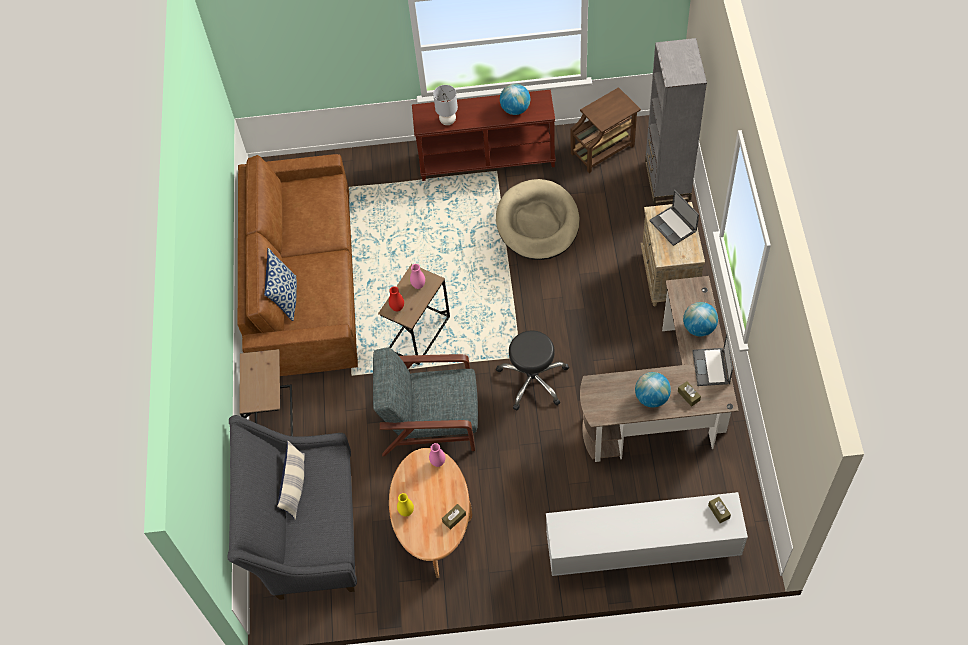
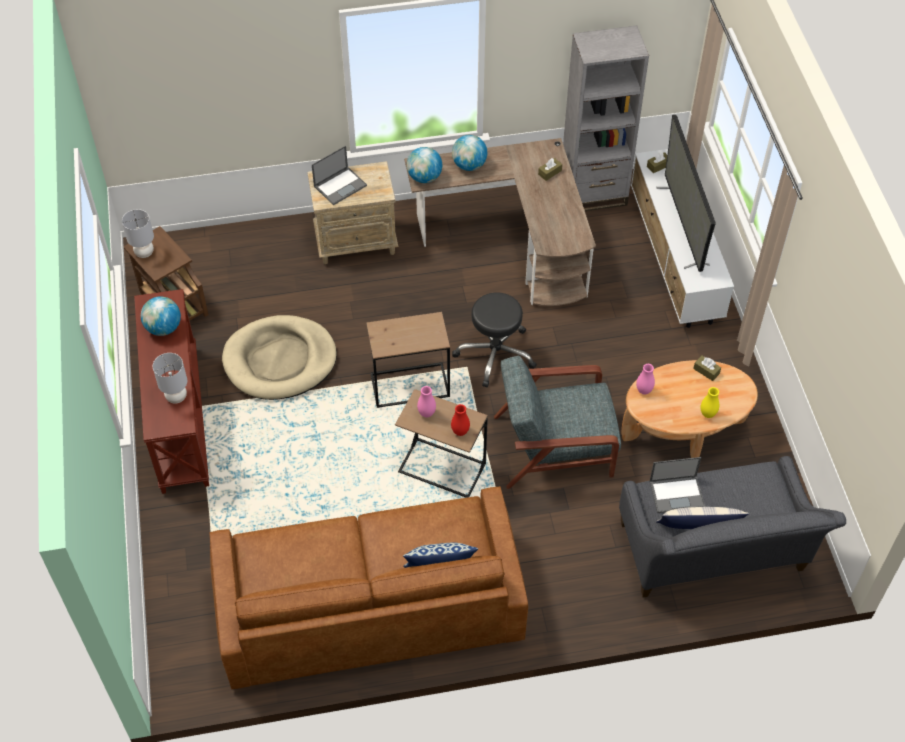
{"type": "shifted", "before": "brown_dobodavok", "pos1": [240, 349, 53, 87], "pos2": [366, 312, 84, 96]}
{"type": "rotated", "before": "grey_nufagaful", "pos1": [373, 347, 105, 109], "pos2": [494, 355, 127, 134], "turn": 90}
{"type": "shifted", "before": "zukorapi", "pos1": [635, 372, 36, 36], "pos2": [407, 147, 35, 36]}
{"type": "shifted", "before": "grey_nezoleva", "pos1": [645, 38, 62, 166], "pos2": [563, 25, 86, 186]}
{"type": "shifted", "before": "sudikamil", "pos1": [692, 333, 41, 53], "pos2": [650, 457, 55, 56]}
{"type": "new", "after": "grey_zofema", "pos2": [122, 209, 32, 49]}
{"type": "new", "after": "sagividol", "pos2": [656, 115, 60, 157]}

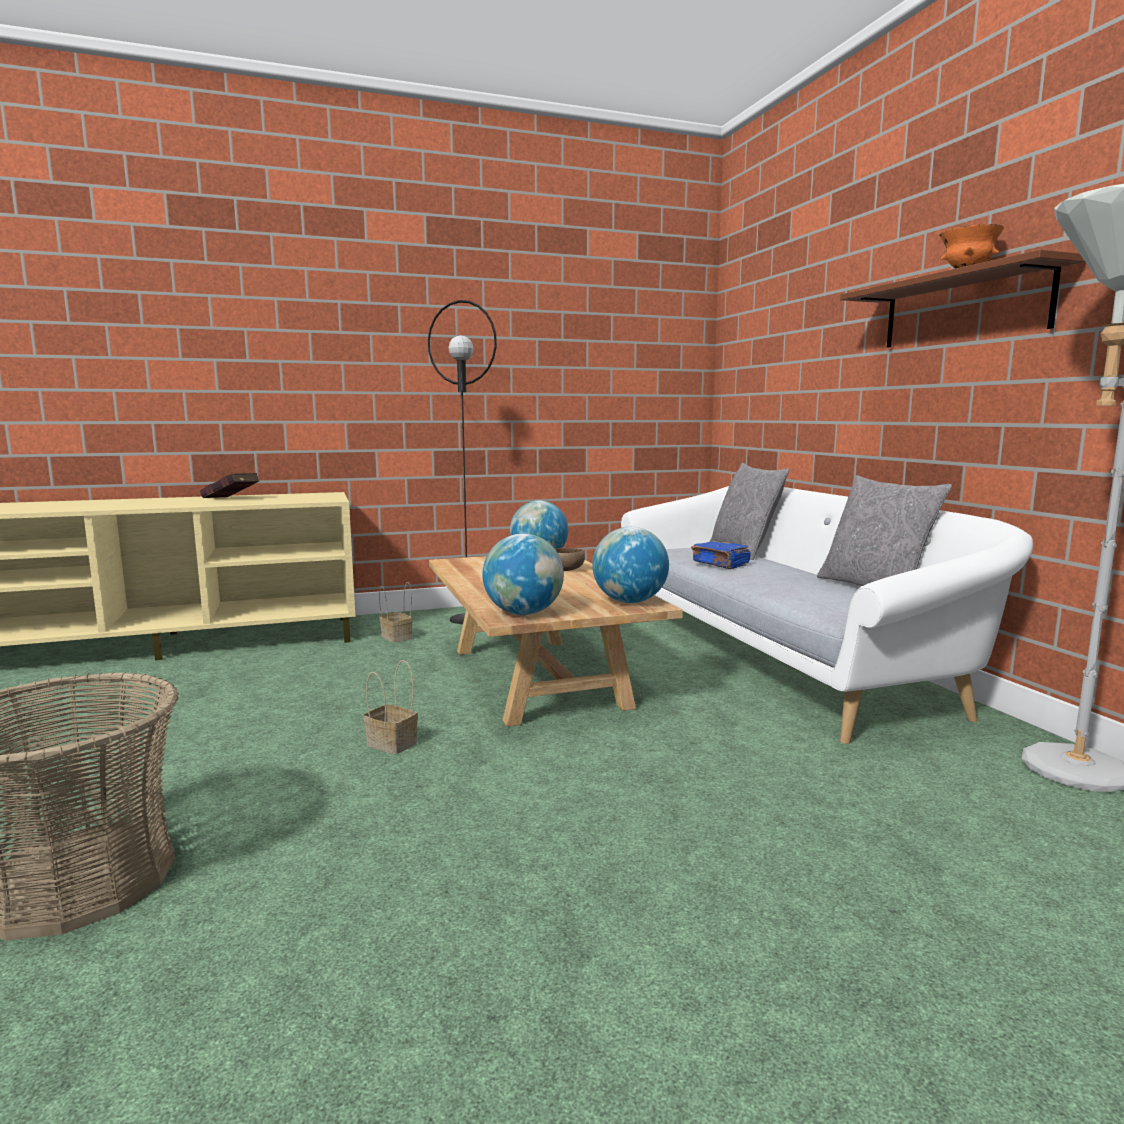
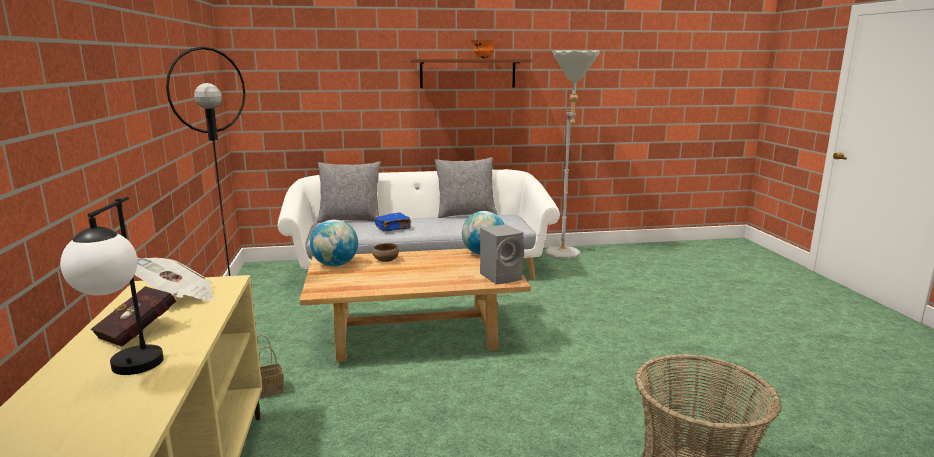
{"type": "gone", "before": "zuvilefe", "pos1": [363, 660, 55, 94]}
{"type": "swapped", "before": "zukorapi", "after": "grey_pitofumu", "pos1": [482, 534, 82, 81], "pos2": [480, 224, 44, 60]}
{"type": "new", "after": "zofema", "pos2": [60, 196, 104, 179]}
{"type": "new", "after": "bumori", "pos2": [135, 258, 79, 43]}

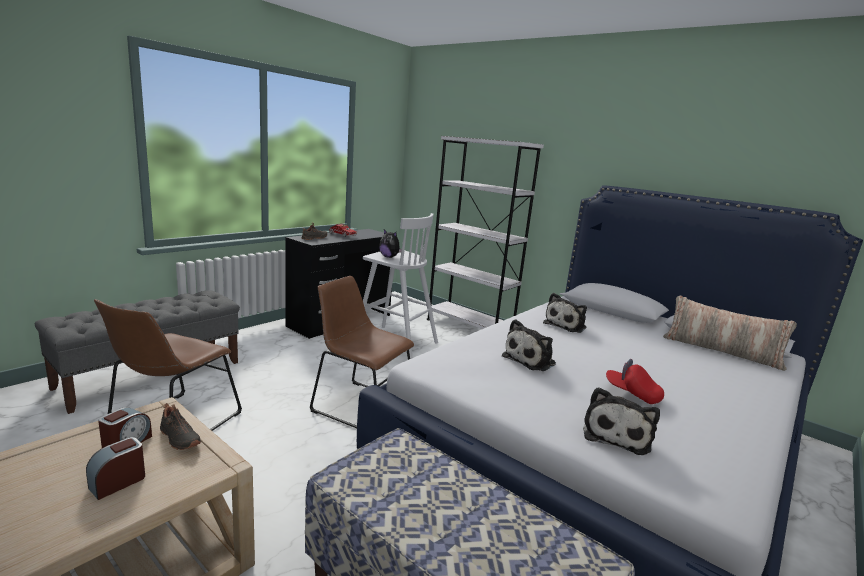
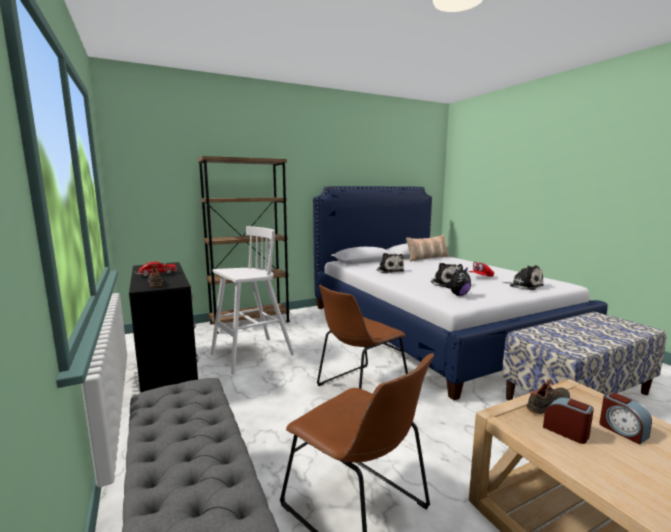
{"type": "shifted", "before": "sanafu", "pos1": [379, 229, 23, 29], "pos2": [445, 267, 26, 29]}
{"type": "repainted", "before": "white_nezoleva", "after": "brown_nezoleva", "pos1": [427, 136, 117, 193], "pos2": [197, 156, 93, 178]}

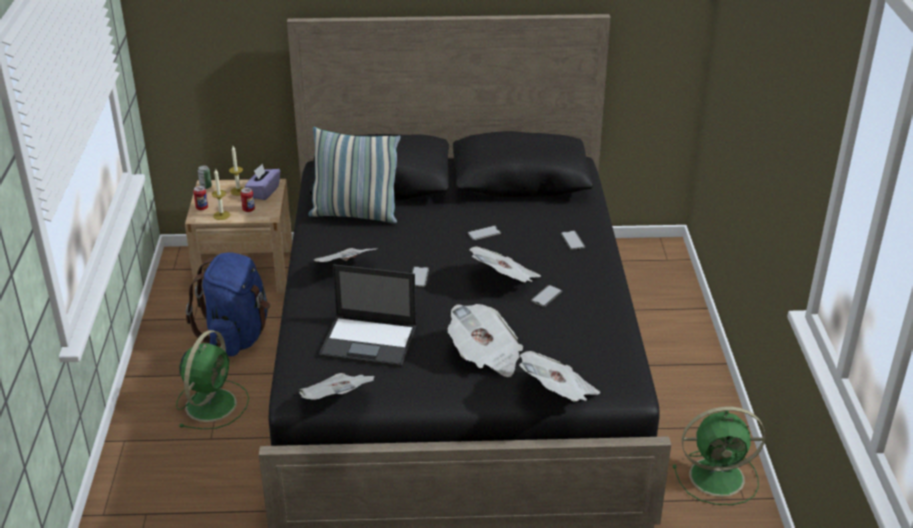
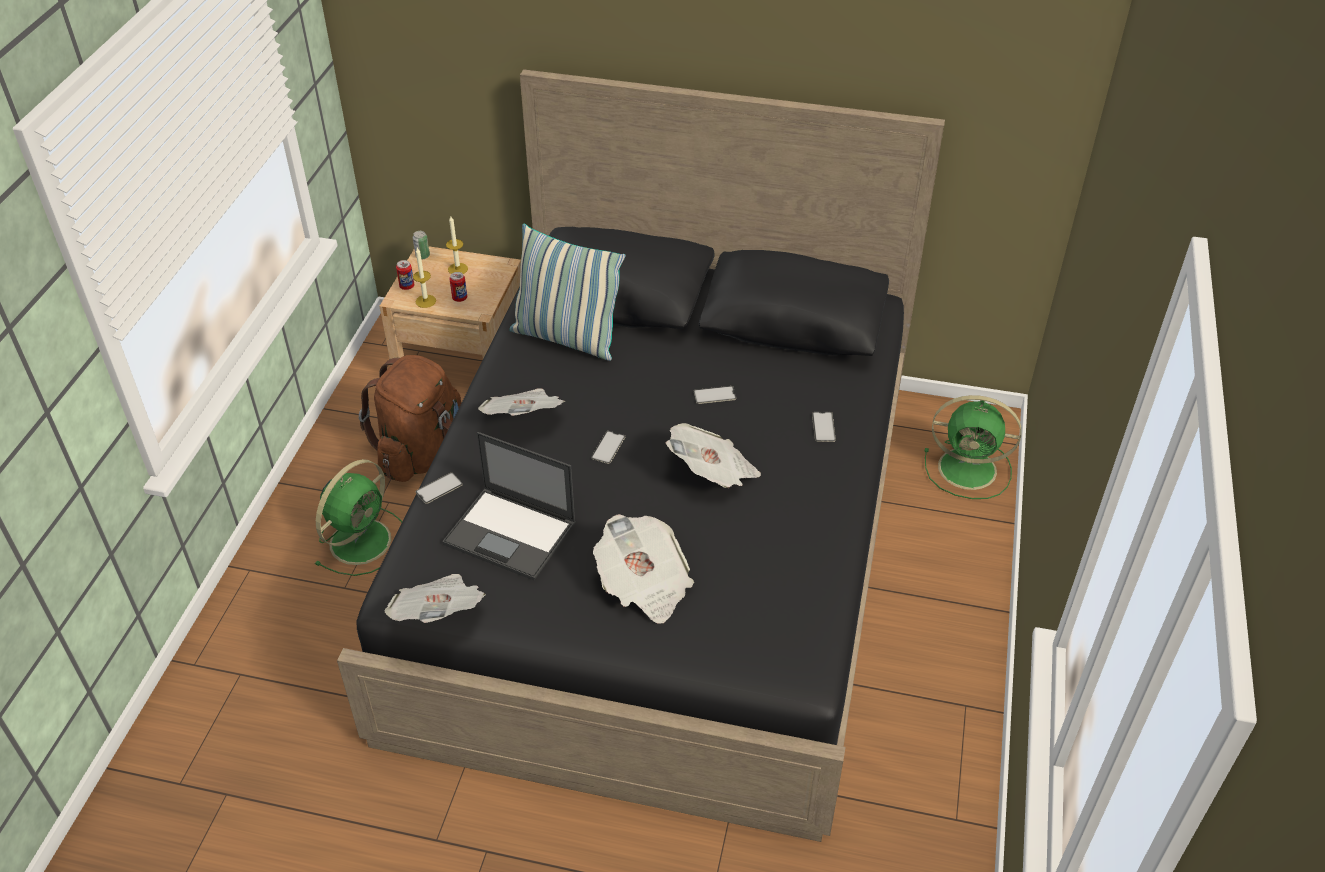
{"type": "repainted", "before": "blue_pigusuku", "after": "brown_pigusuku", "pos1": [186, 252, 85, 104], "pos2": [359, 355, 102, 127]}
{"type": "gone", "before": "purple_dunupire", "pos1": [245, 164, 35, 36]}
{"type": "gone", "before": "bumori", "pos1": [519, 351, 81, 51]}
{"type": "shifted", "before": "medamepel", "pos1": [531, 285, 31, 22], "pos2": [415, 472, 48, 32]}
{"type": "shifted", "before": "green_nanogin", "pos1": [673, 407, 92, 98], "pos2": [925, 395, 97, 104]}

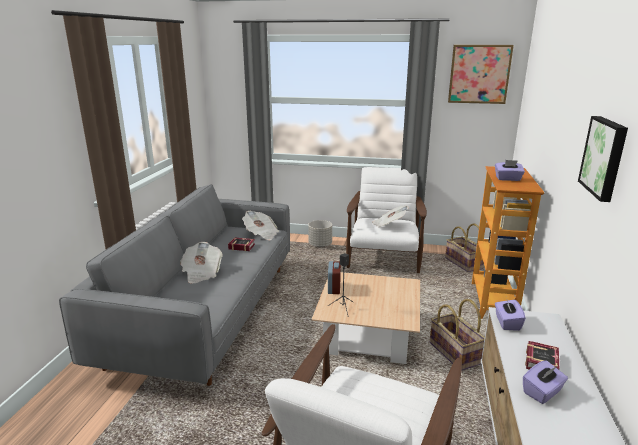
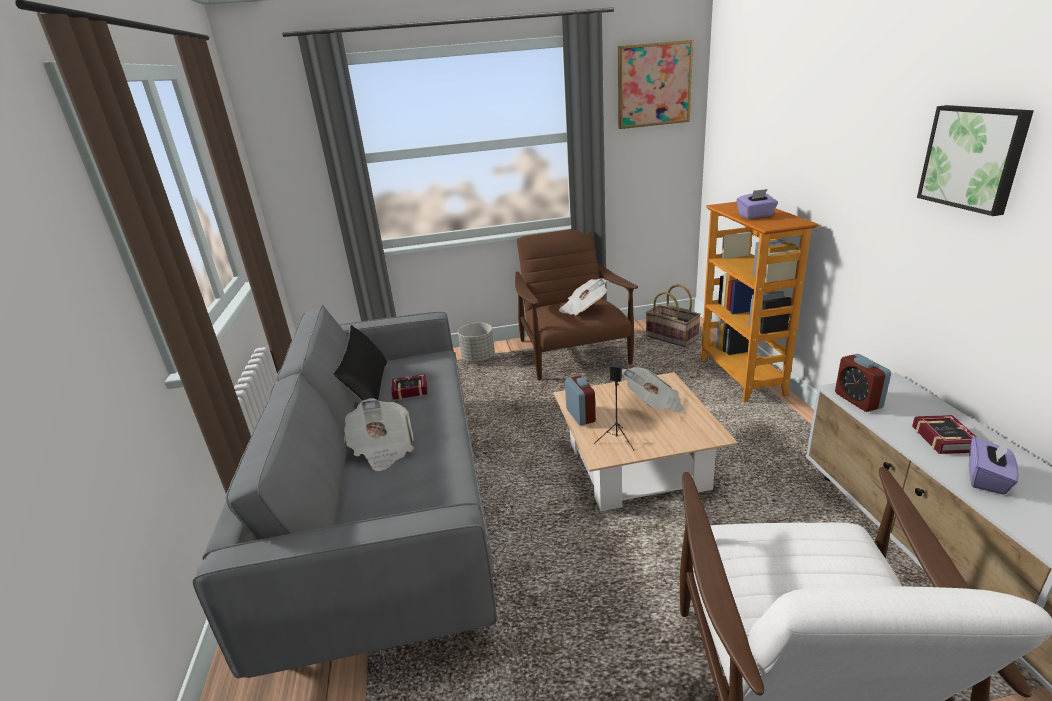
{"type": "shifted", "before": "bumori", "pos1": [242, 211, 37, 29], "pos2": [622, 367, 63, 47]}
{"type": "repainted", "before": "white_nufagaful", "after": "brown_nufagaful", "pos1": [346, 167, 81, 106], "pos2": [515, 229, 123, 152]}
{"type": "gone", "before": "zuvilefe", "pos1": [430, 299, 55, 72]}
{"type": "swapped", "before": "purple_dunupire", "after": "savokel", "pos1": [495, 299, 31, 32], "pos2": [835, 354, 56, 58]}
{"type": "new", "after": "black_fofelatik", "pos2": [334, 325, 53, 79]}

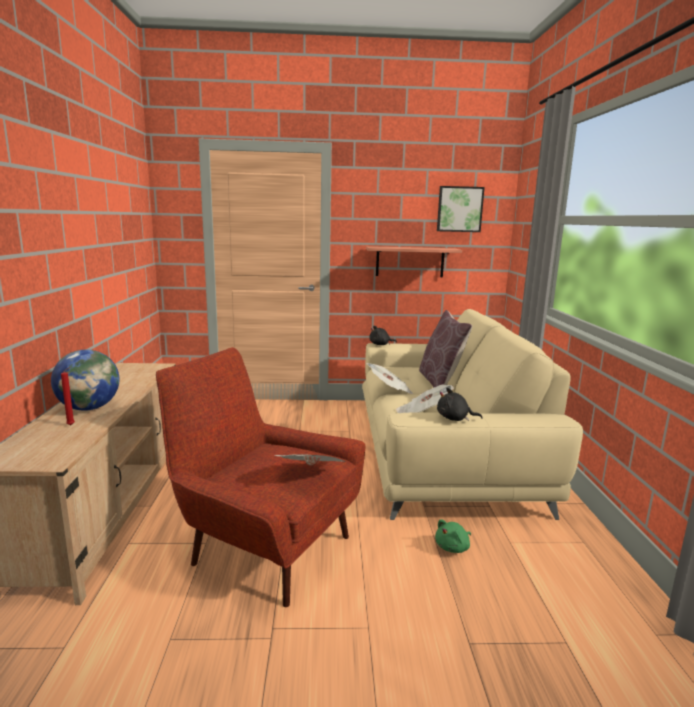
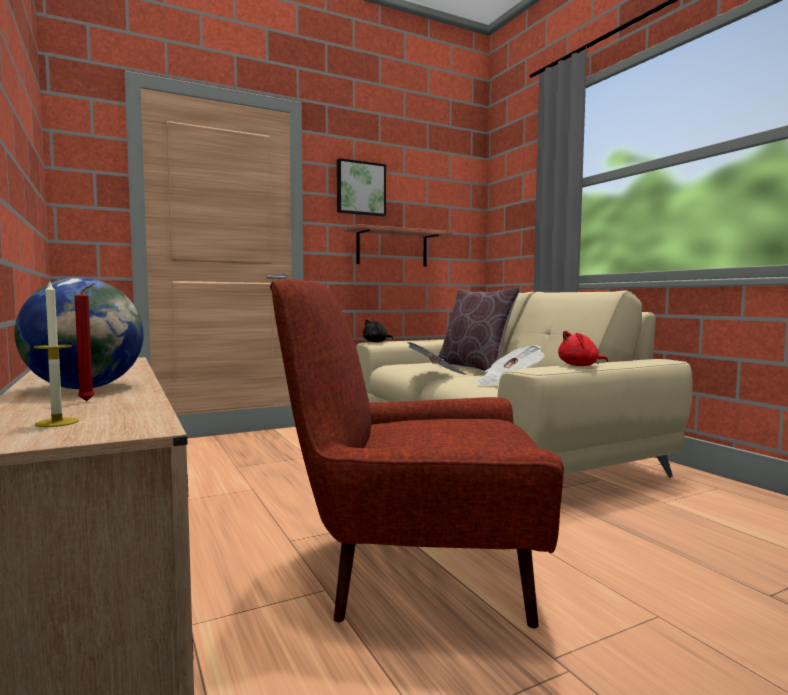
{"type": "gone", "before": "bumori", "pos1": [275, 454, 70, 12]}
{"type": "gone", "before": "green_sanafu", "pos1": [435, 519, 36, 34]}
{"type": "shifted", "before": "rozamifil", "pos1": [437, 186, 48, 46], "pos2": [337, 158, 49, 58]}
{"type": "repainted", "before": "black_sanafu", "after": "red_sanafu", "pos1": [437, 387, 46, 34], "pos2": [558, 331, 50, 35]}
{"type": "new", "after": "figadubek", "pos2": [34, 282, 45, 145]}

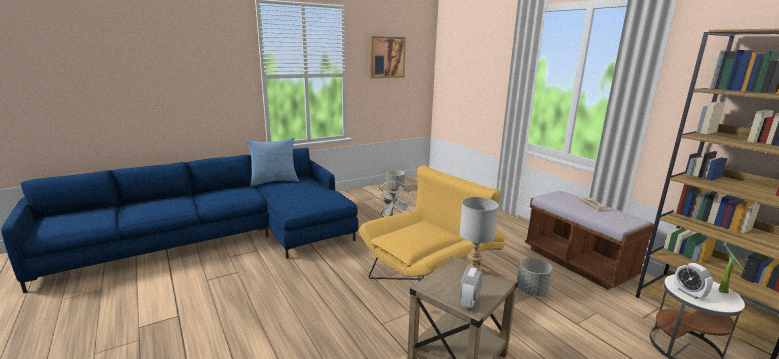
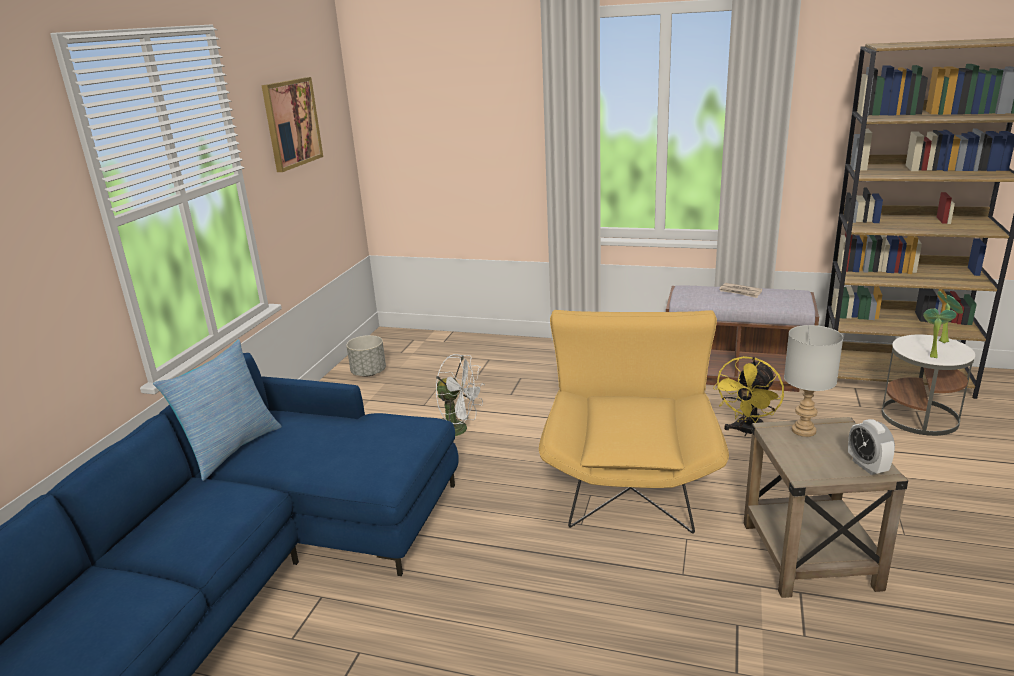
{"type": "swapped", "before": "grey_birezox", "after": "yellow_nanogin", "pos1": [517, 257, 35, 39], "pos2": [713, 356, 71, 80]}
{"type": "swapped", "before": "savokel", "after": "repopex", "pos1": [674, 263, 39, 36], "pos2": [923, 309, 33, 49]}

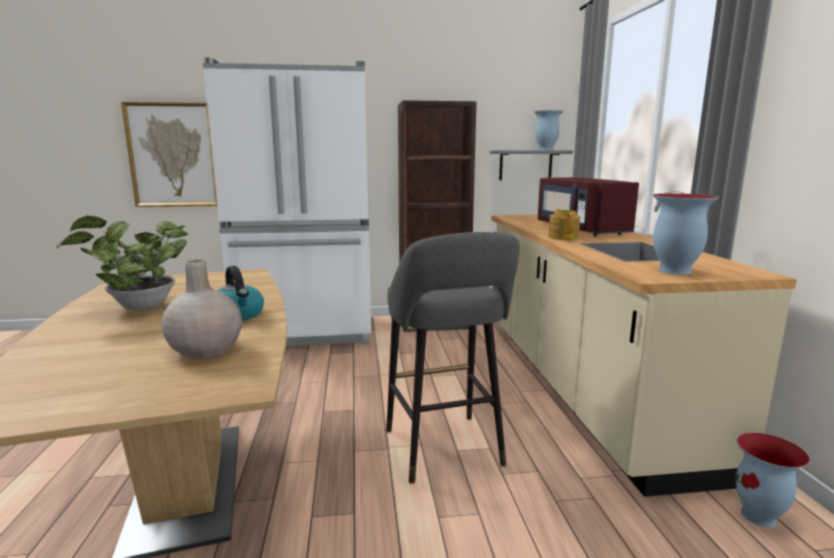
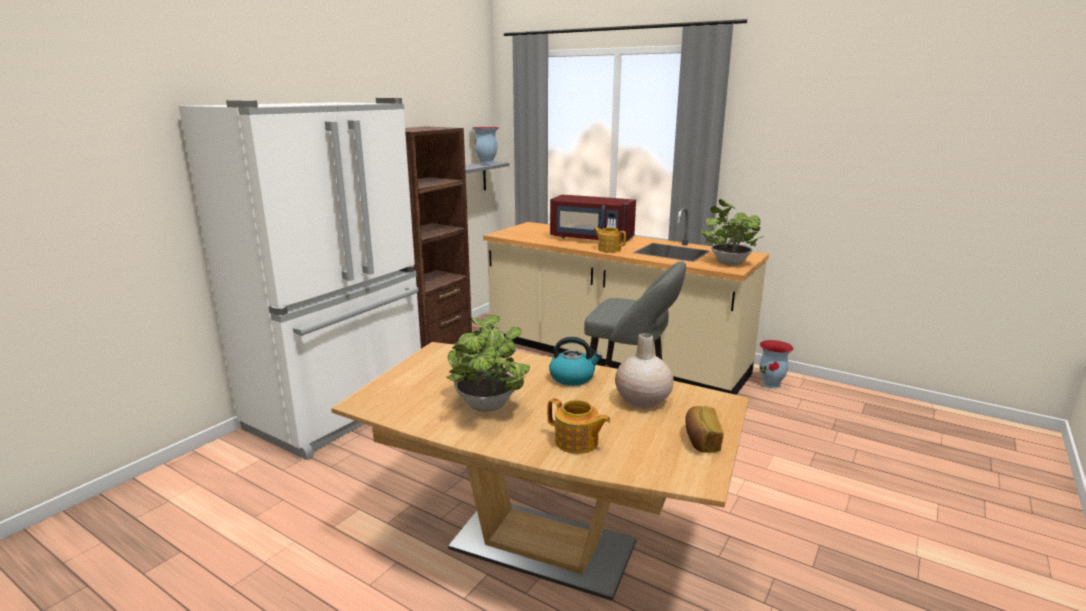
{"type": "gone", "before": "rozamifil", "pos1": [121, 102, 96, 105]}
{"type": "swapped", "before": "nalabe", "after": "repopex", "pos1": [653, 193, 66, 82], "pos2": [701, 199, 63, 67]}
{"type": "new", "after": "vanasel", "pos2": [547, 398, 64, 56]}
{"type": "new", "after": "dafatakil", "pos2": [685, 406, 39, 47]}

